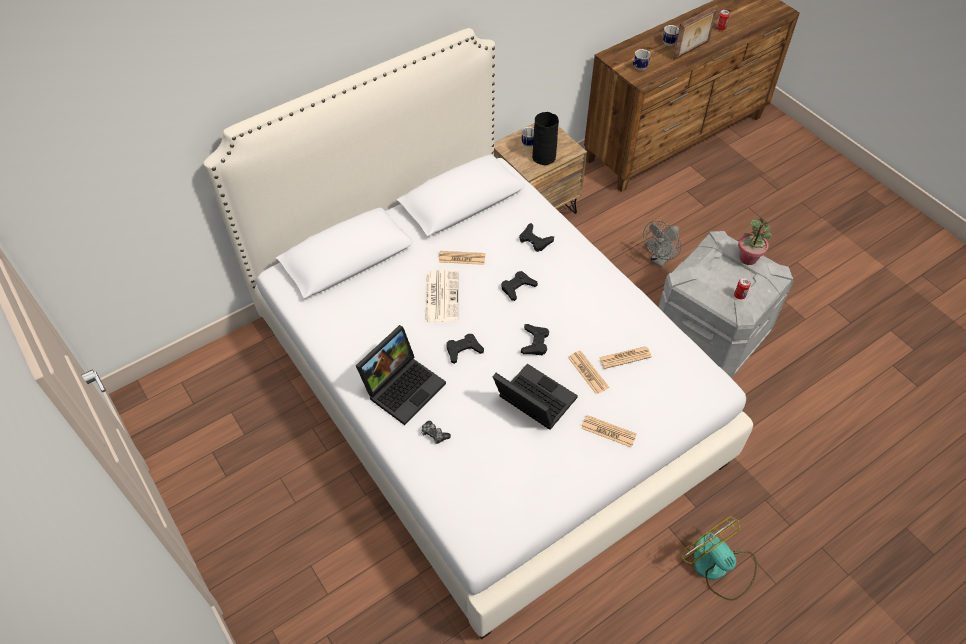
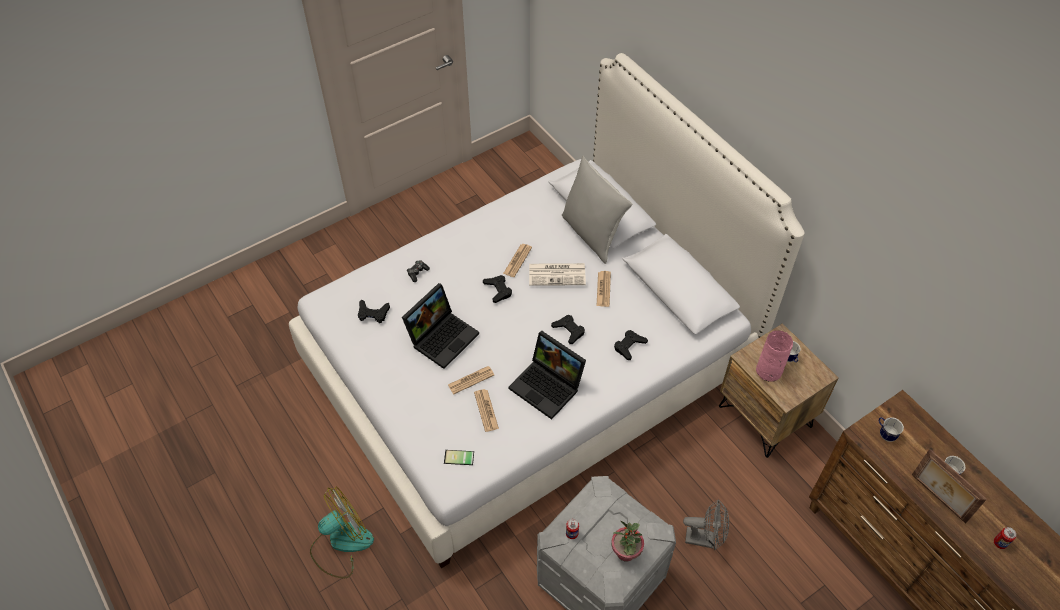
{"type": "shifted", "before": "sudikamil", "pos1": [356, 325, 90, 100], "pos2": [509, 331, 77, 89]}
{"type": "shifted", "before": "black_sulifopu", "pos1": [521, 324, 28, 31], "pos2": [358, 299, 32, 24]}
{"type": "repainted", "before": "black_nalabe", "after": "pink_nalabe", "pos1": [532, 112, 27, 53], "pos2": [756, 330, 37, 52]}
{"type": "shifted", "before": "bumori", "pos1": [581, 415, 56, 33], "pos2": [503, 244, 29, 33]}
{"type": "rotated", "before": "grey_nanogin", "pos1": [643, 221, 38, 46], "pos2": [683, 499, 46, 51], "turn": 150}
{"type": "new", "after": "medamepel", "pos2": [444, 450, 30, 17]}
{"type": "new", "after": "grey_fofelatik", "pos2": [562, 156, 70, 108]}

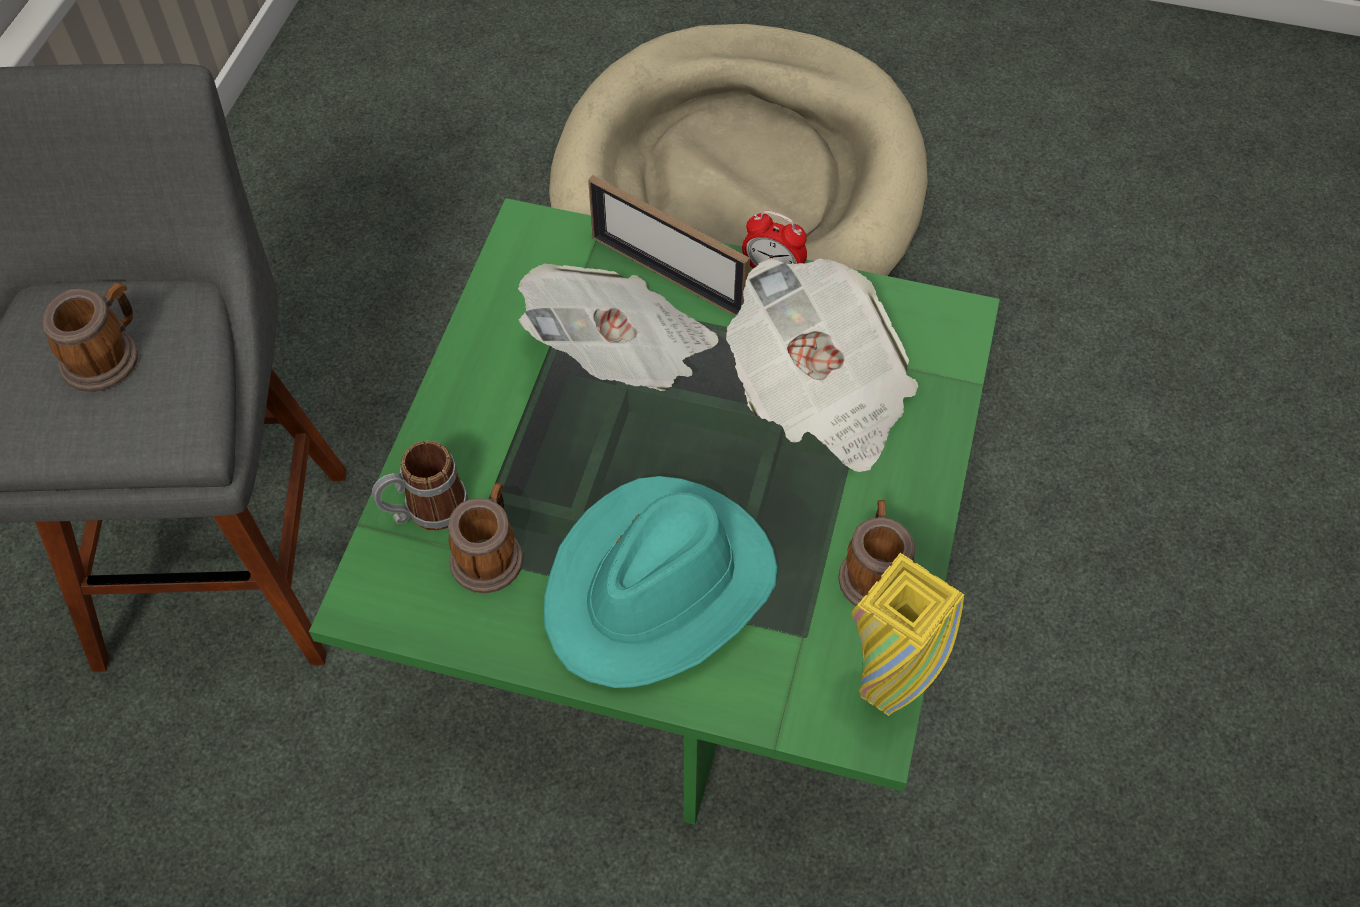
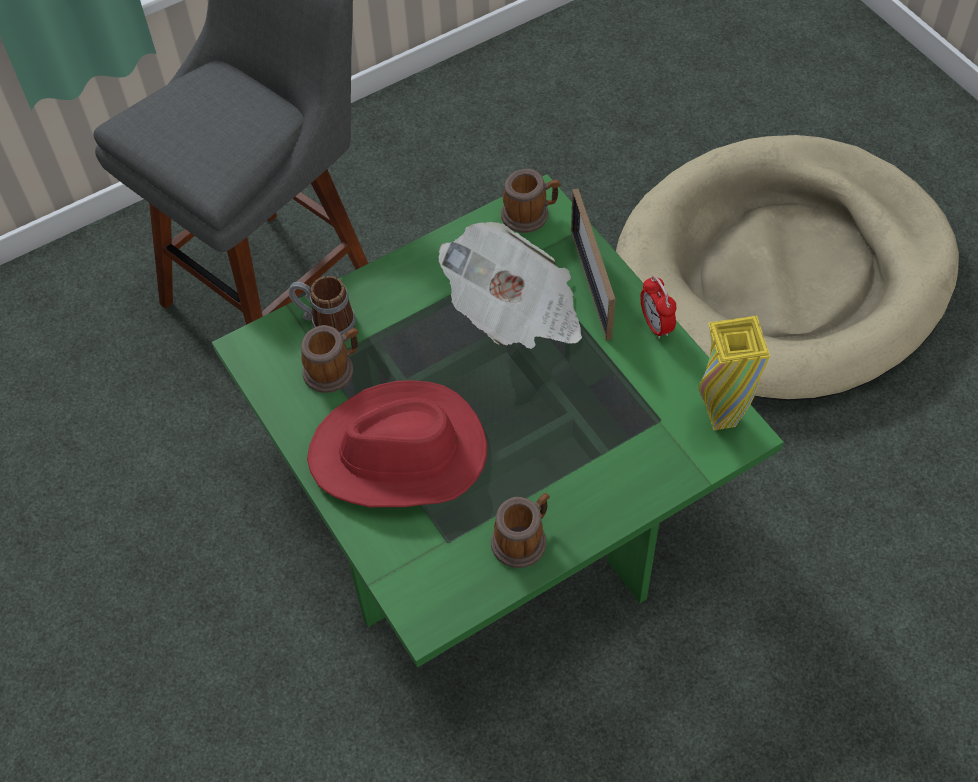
{"type": "shifted", "before": "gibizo", "pos1": [42, 282, 96, 110], "pos2": [501, 169, 60, 64]}
{"type": "repainted", "before": "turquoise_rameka", "after": "red_rameka", "pos1": [544, 476, 233, 212], "pos2": [307, 380, 180, 128]}
{"type": "gone", "before": "bumori", "pos1": [726, 258, 193, 214]}
{"type": "shifted", "before": "yellow_nalabe", "pos1": [852, 553, 112, 163], "pos2": [699, 316, 71, 115]}

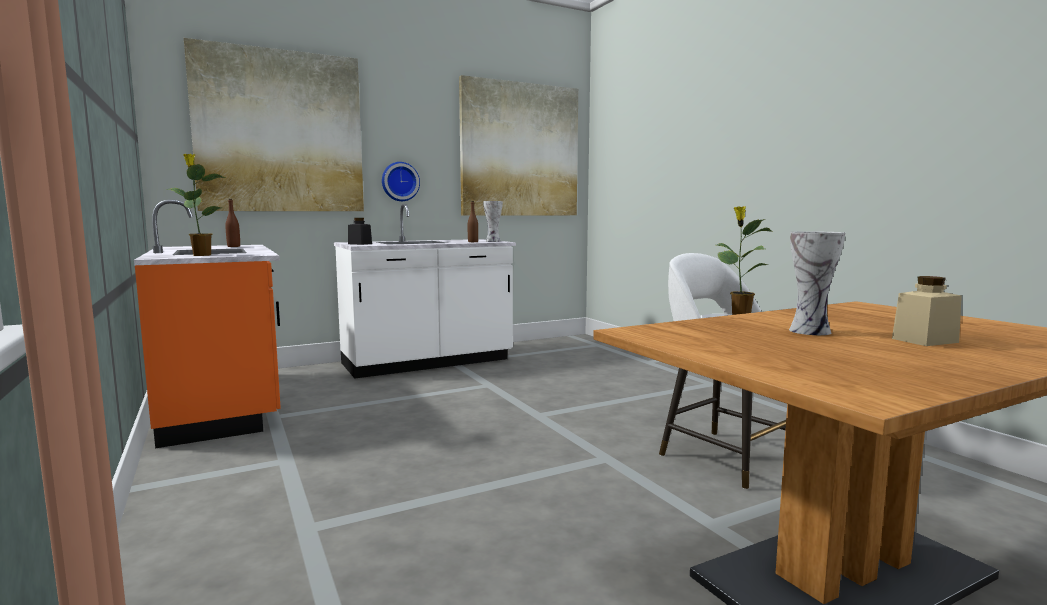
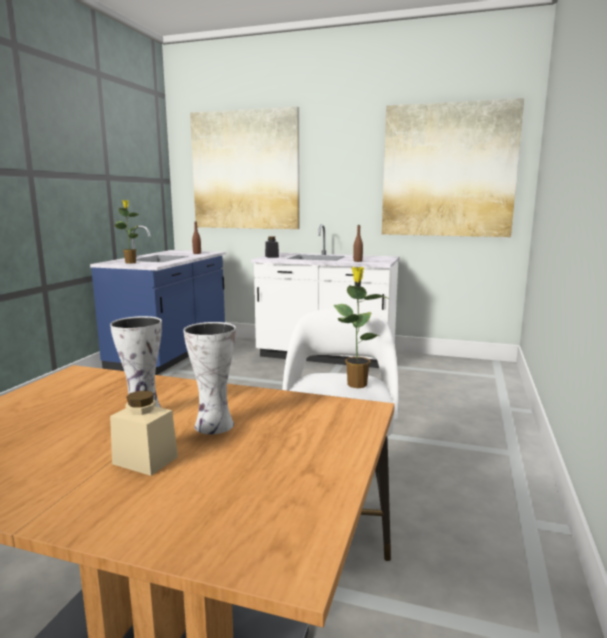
{"type": "repainted", "before": "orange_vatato", "after": "blue_vatato", "pos1": [134, 200, 147, 248], "pos2": [90, 225, 136, 150]}
{"type": "gone", "before": "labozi", "pos1": [382, 162, 38, 39]}
{"type": "shifted", "before": "nalabe", "pos1": [483, 201, 20, 41], "pos2": [183, 322, 53, 112]}

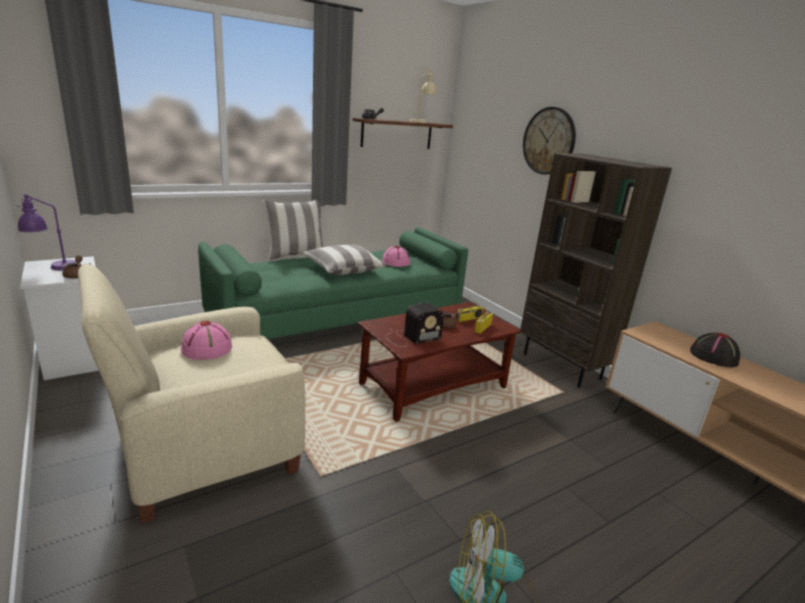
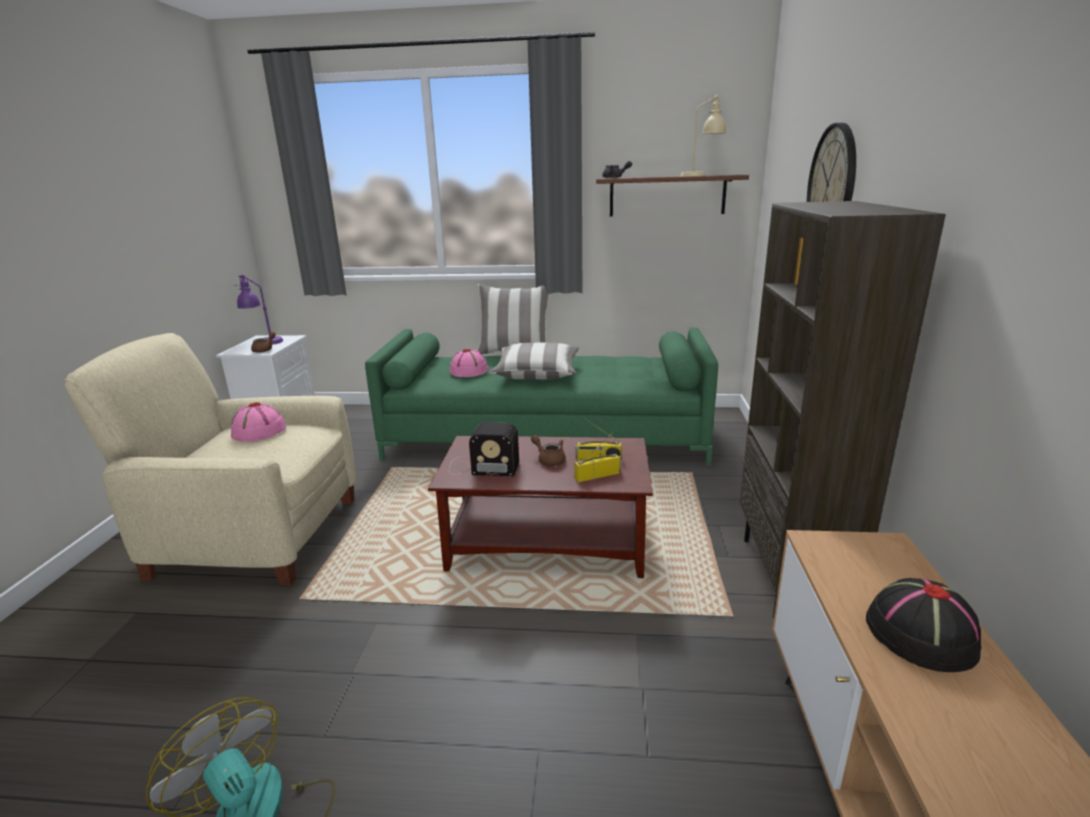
{"type": "shifted", "before": "pink_rameka", "pos1": [382, 246, 28, 21], "pos2": [450, 349, 39, 28]}

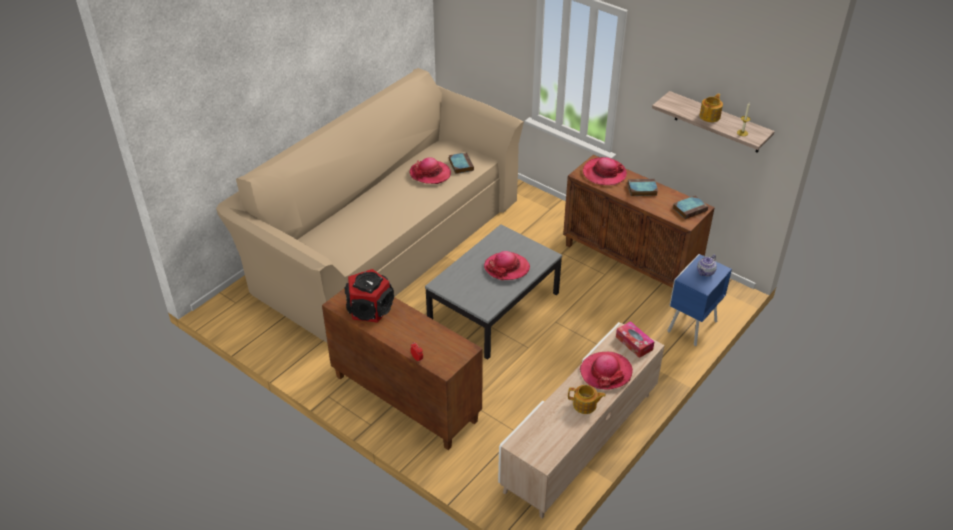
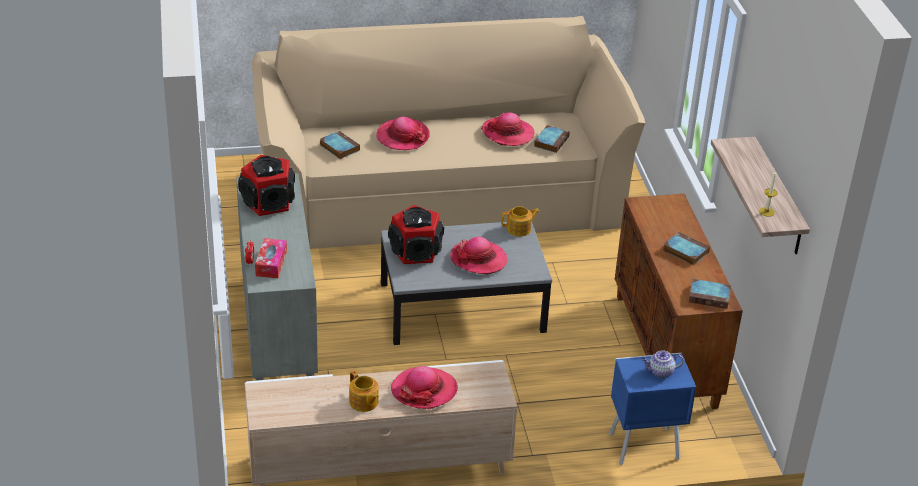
{"type": "repainted", "before": "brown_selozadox", "after": "grey_selozadox", "pos1": [322, 288, 161, 162], "pos2": [236, 173, 82, 208]}
{"type": "shifted", "before": "rameka", "pos1": [583, 157, 44, 28], "pos2": [376, 117, 54, 33]}
{"type": "shifted", "before": "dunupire", "pos1": [616, 321, 38, 37], "pos2": [255, 238, 32, 40]}
{"type": "shifted", "before": "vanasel", "pos1": [699, 94, 24, 28], "pos2": [501, 206, 39, 31]}
{"type": "new", "after": "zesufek", "pos2": [320, 131, 40, 28]}
{"type": "new", "after": "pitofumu", "pos2": [388, 205, 56, 59]}

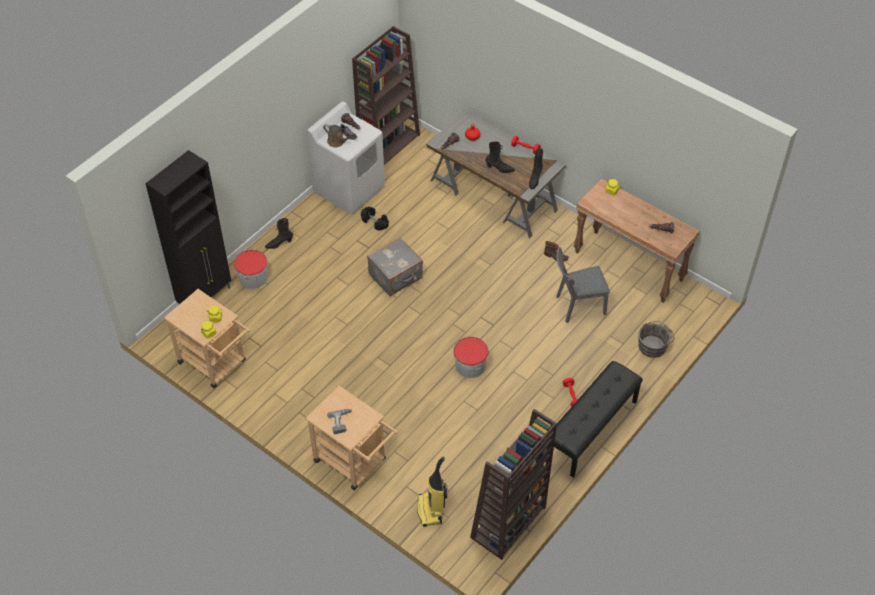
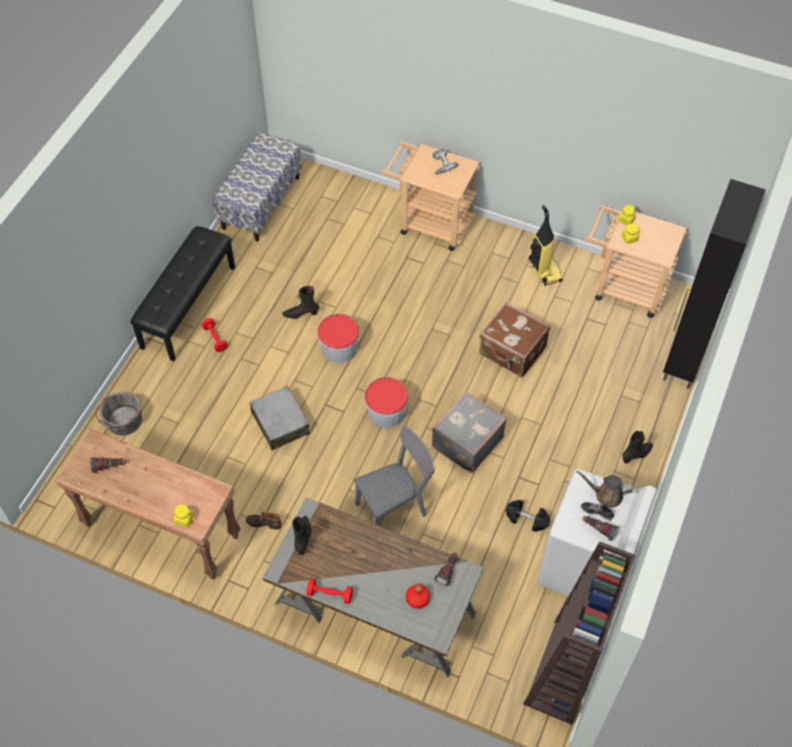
{"type": "shifted", "before": "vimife", "pos1": [234, 250, 34, 39], "pos2": [365, 377, 44, 51]}
{"type": "shifted", "before": "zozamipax", "pos1": [417, 457, 31, 70], "pos2": [529, 205, 34, 81]}
{"type": "swapped", "before": "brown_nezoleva", "after": "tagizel", "pos1": [470, 409, 87, 151], "pos2": [213, 132, 89, 110]}
{"type": "shifted", "before": "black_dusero", "pos1": [486, 141, 29, 32], "pos2": [282, 286, 37, 33]}
{"type": "shifted", "before": "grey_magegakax", "pos1": [556, 247, 54, 76], "pos2": [354, 426, 81, 100]}
{"type": "new", "after": "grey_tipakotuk", "pos2": [250, 386, 60, 64]}
{"type": "new", "after": "brown_tipakotuk", "pos2": [479, 302, 72, 76]}

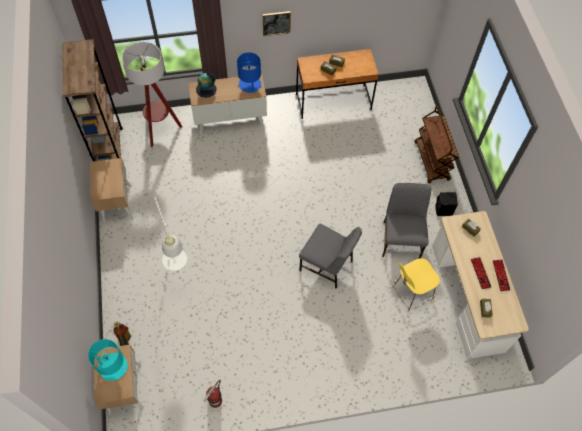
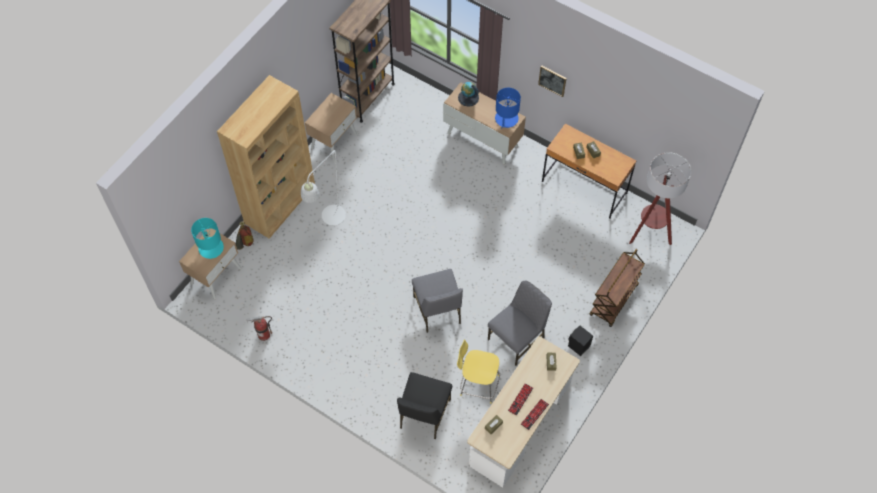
{"type": "shifted", "before": "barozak", "pos1": [122, 42, 60, 105], "pos2": [629, 152, 62, 93]}
{"type": "new", "after": "brown_nezoleva", "pos2": [217, 75, 98, 164]}
{"type": "new", "after": "black_magegakax", "pos2": [397, 372, 55, 67]}

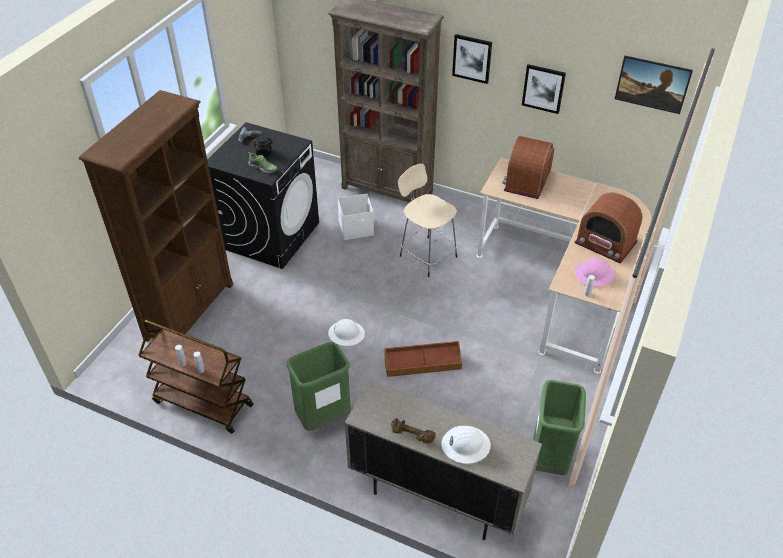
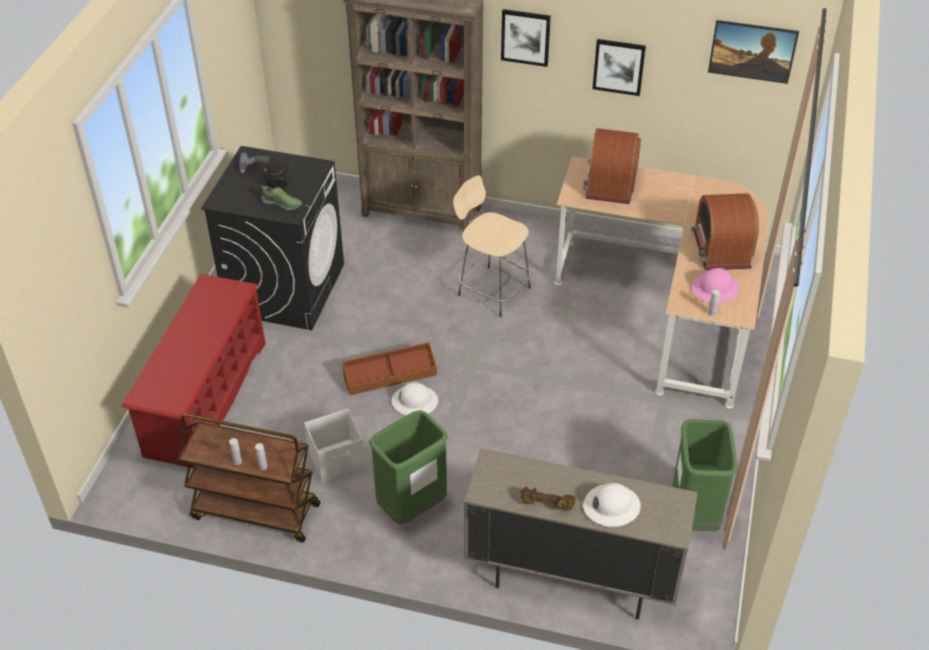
{"type": "swapped", "before": "brown_nezoleva", "after": "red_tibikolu", "pos1": [79, 90, 154, 251], "pos2": [122, 274, 143, 194]}
{"type": "shifted", "before": "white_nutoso", "pos1": [338, 194, 36, 46], "pos2": [304, 409, 61, 75]}
{"type": "shifted", "before": "brown_nutoso", "pos1": [385, 341, 77, 36], "pos2": [342, 342, 95, 53]}
{"type": "rotated", "before": "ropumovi", "pos1": [575, 192, 68, 72], "pos2": [691, 193, 68, 78], "turn": 60}

